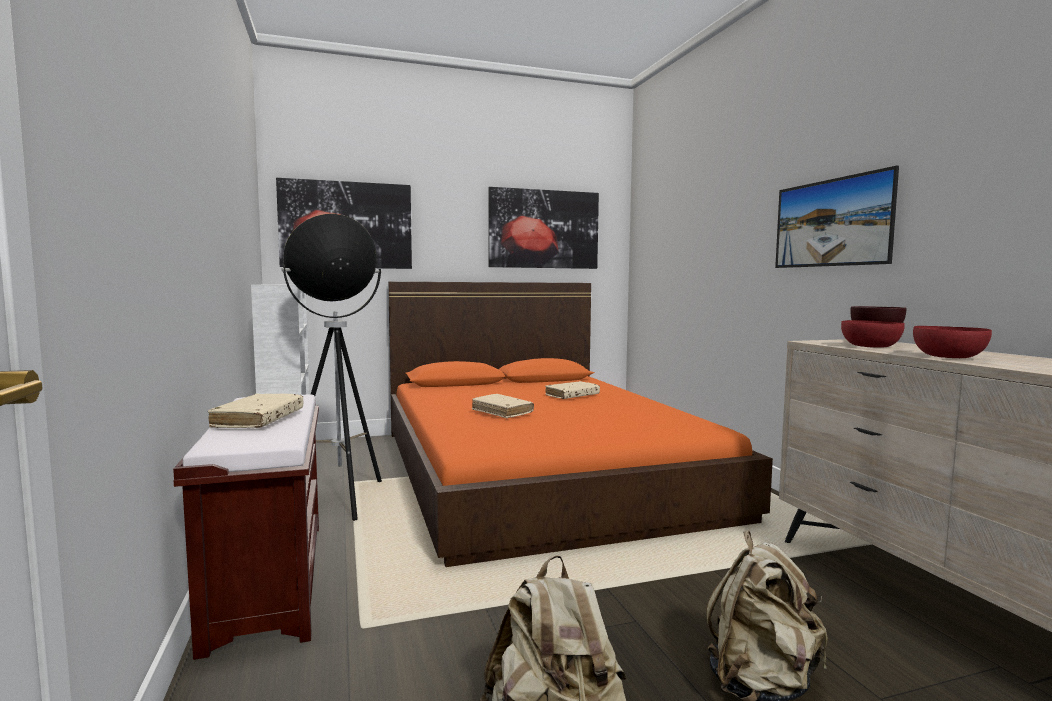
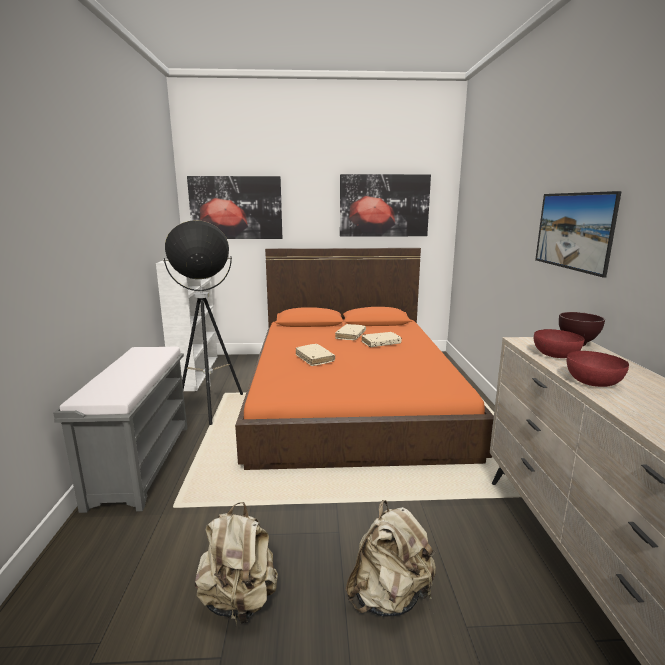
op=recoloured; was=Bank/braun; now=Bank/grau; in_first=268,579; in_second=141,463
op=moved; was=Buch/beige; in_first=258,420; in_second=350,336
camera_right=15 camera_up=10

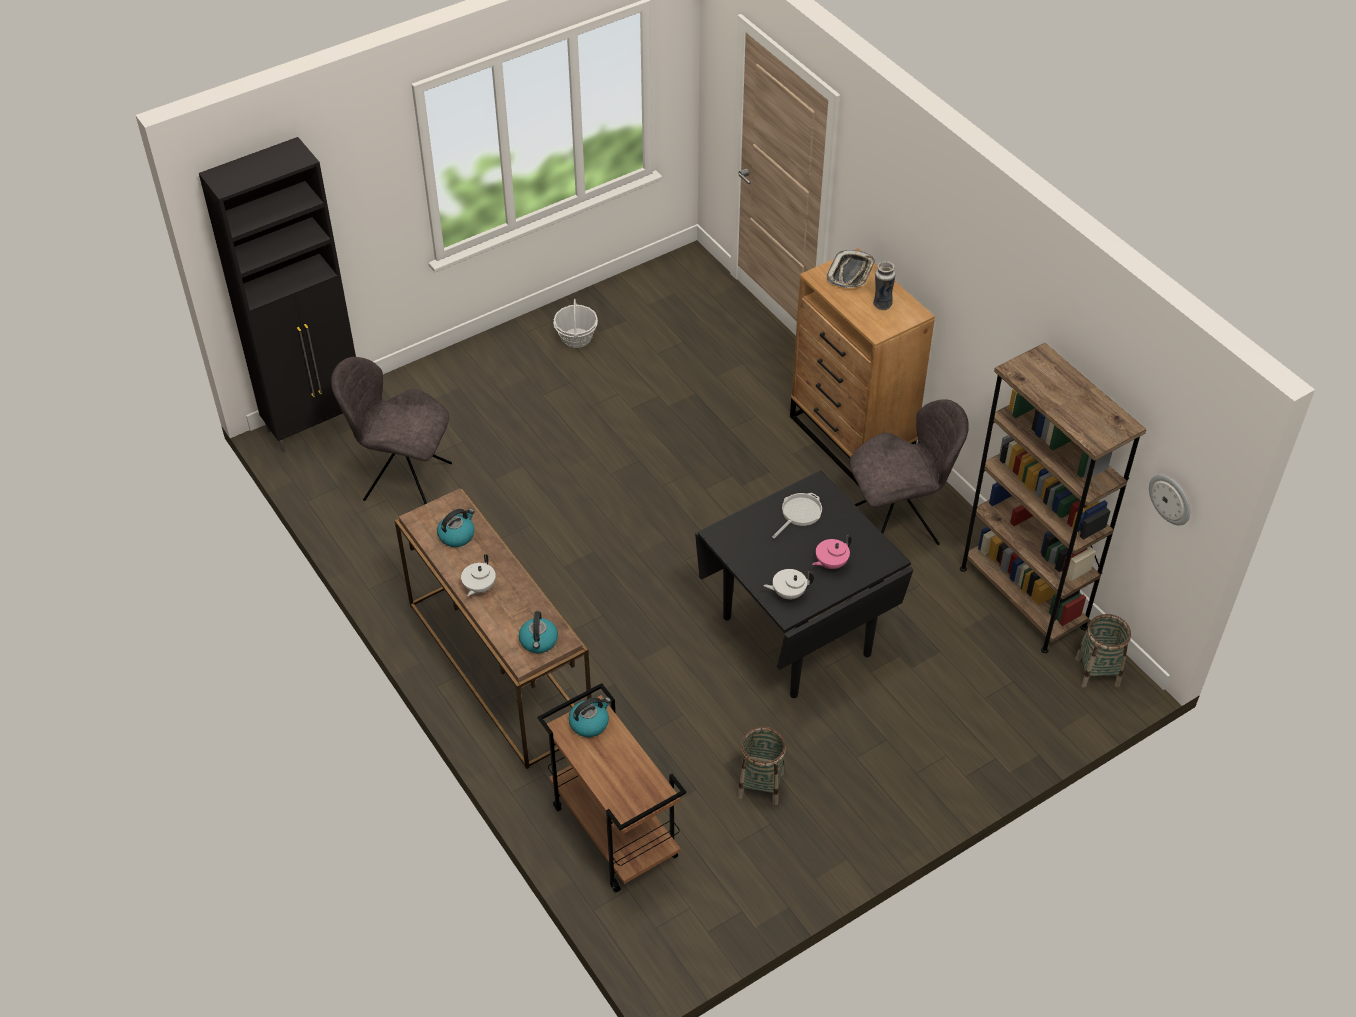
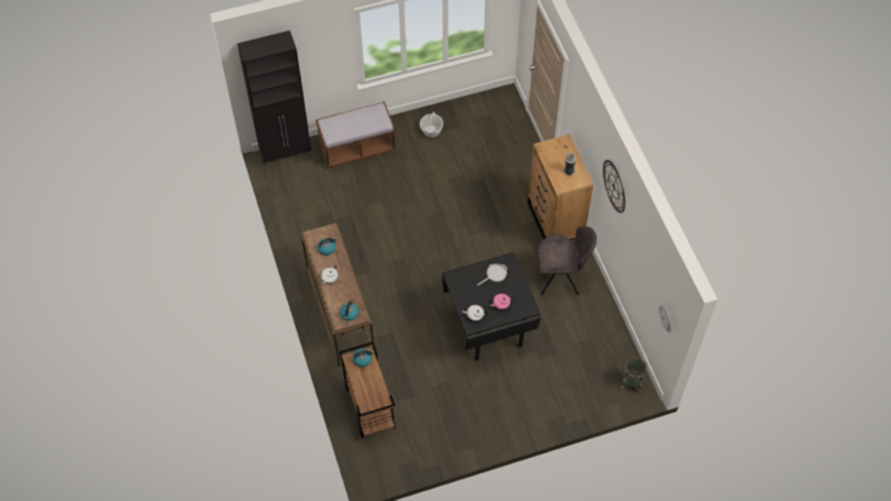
op=added; now=Bank/braun; in_second=357,148
op=added; now=Wanduhr; in_second=614,186
op=removed; was=Stuhl/grau; in_first=404,481
op=removed; was=Korb; in_first=760,785
op=removed; was=Tablett; in_first=851,273
op=removed; was=Bücherregal/braun; in_first=1022,597
camera_right=15 camera_up=10

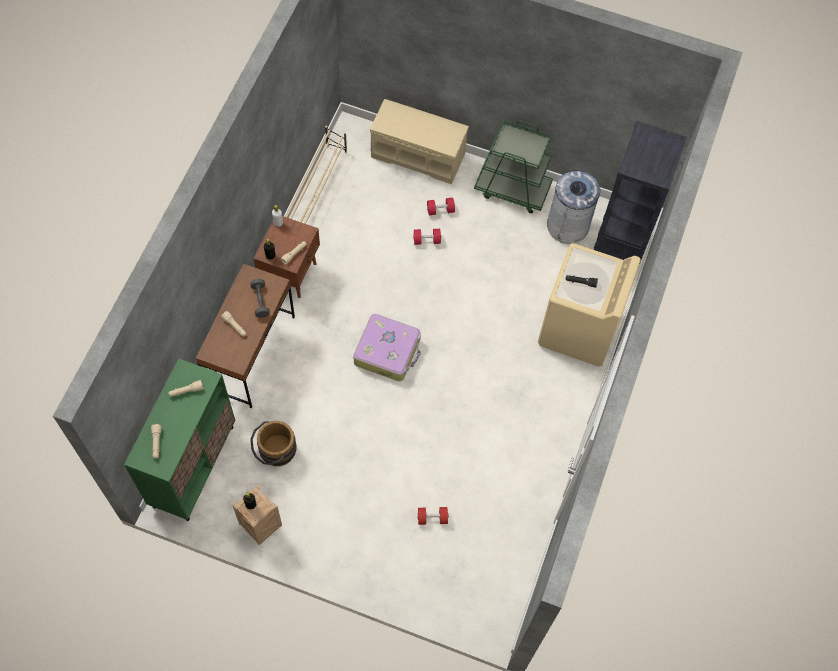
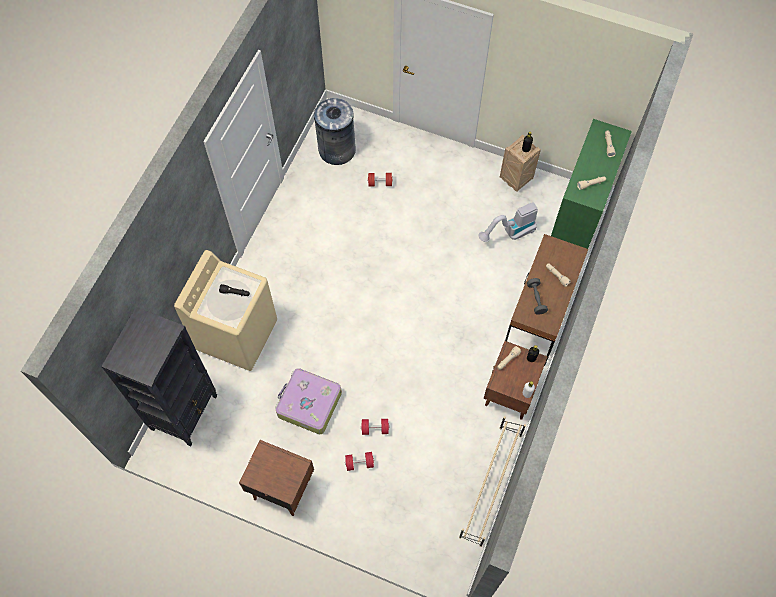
op=replaced; was=Rollwagen/grün; now=Nachttisch/braun; in_first=512,189; in_second=281,488
op=moved; was=Koffer; in_first=388,351; in_second=308,404
op=moved; was=Mülleimer/grau; in_first=568,225; in_second=336,150
op=replaced; was=Eimer/braun; now=Staubsauger; in_first=274,452; in_second=510,233
op=removed; was=Bank/beige; in_first=419,155
camera_right=-175 camera_up=0

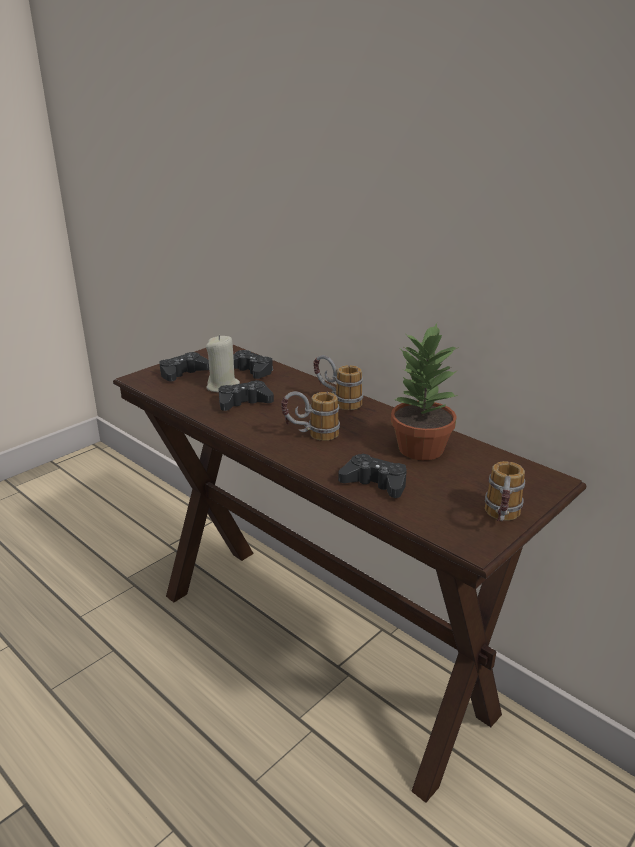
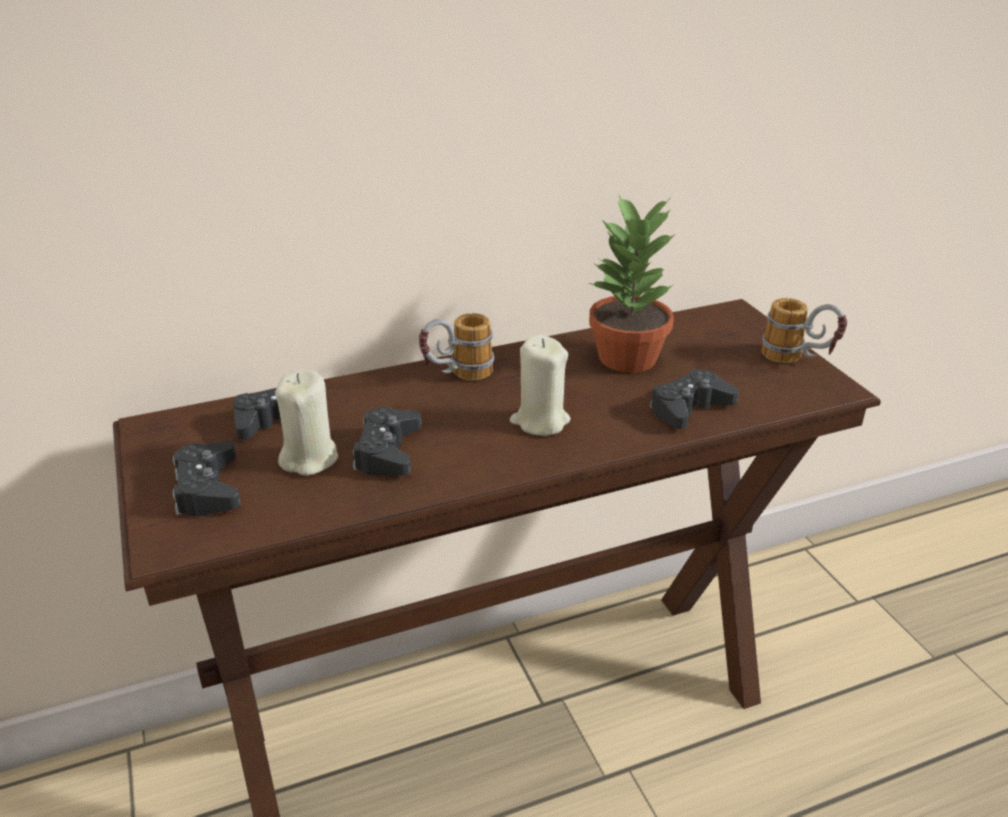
op=replaced; was=Henkelbecher; now=Kerze/beige; in_first=310,436; in_second=540,421
camera_right=-65 camera_up=5

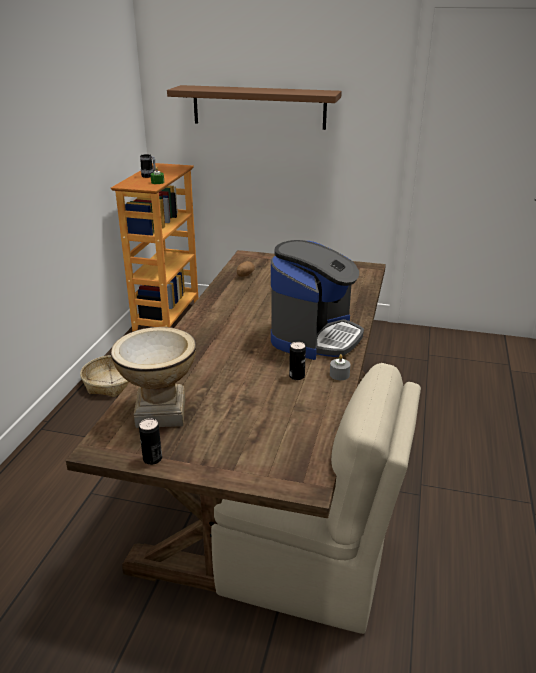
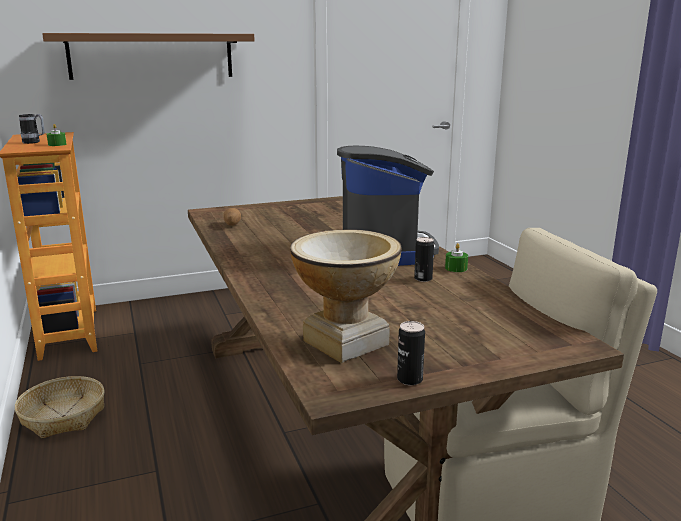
op=recoloured; was=Kerze/grau; now=Kerze/grün; in_first=339,374; in_second=456,268
camera_right=-35 camera_up=-10

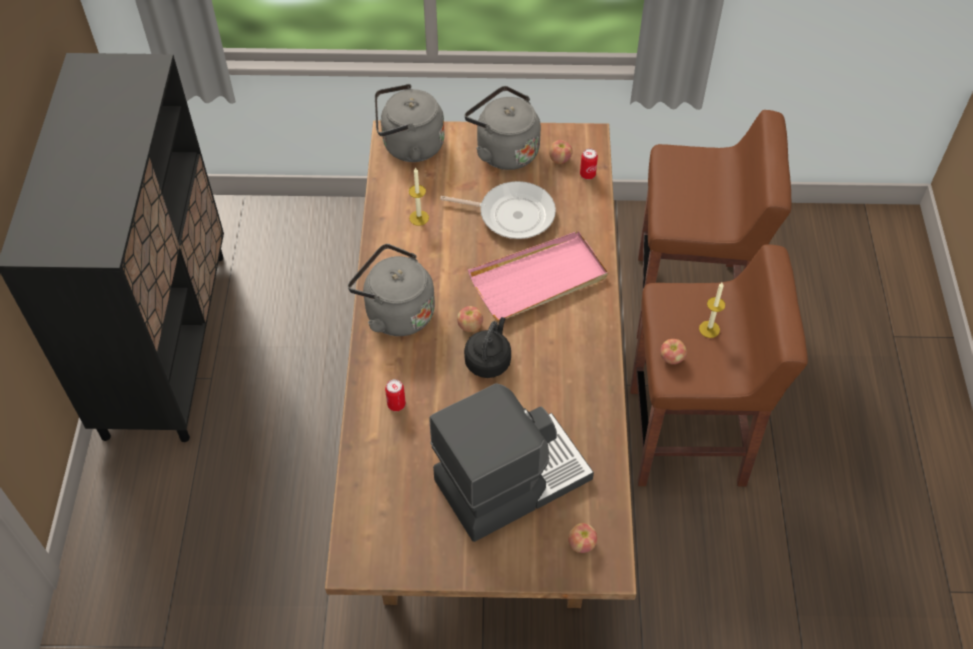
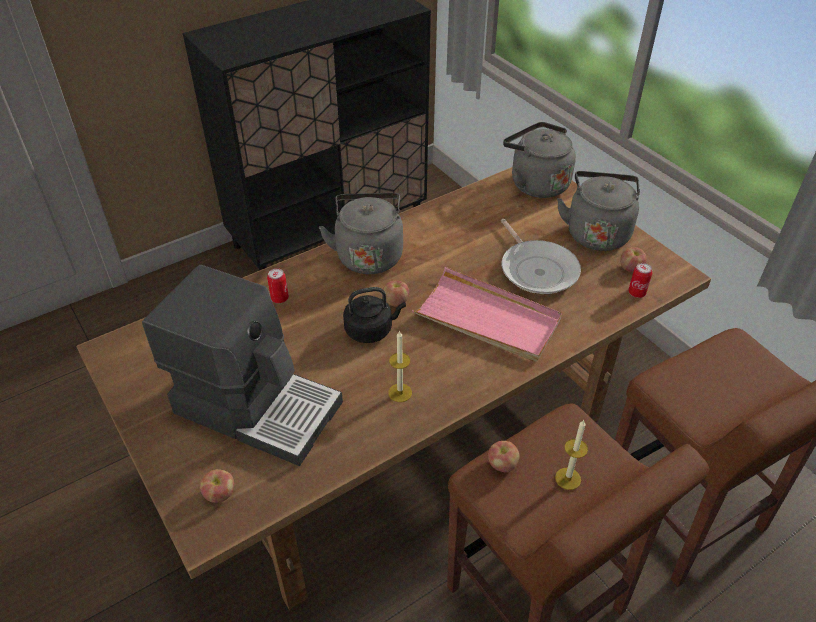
op=moved; was=Kerze; in_first=419,218; in_second=400,392
camera_right=55 camera_up=-10

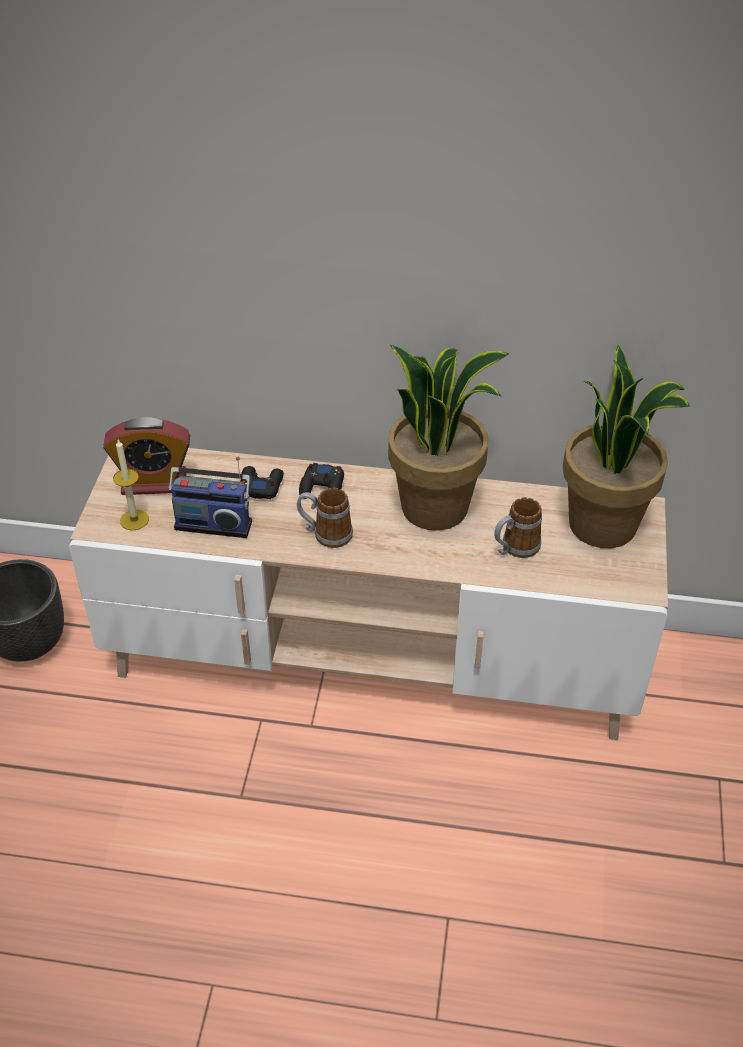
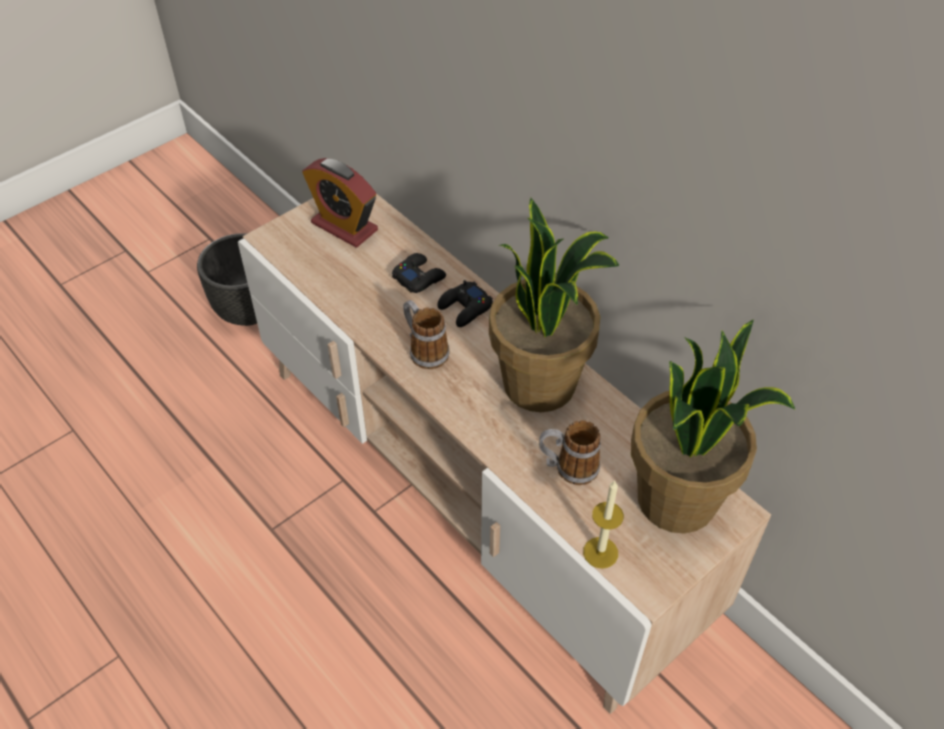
op=moved; was=Kerze; in_first=134,520; in_second=600,552
op=removed; was=Radio; in_first=214,522
camera_right=40 camera_up=5

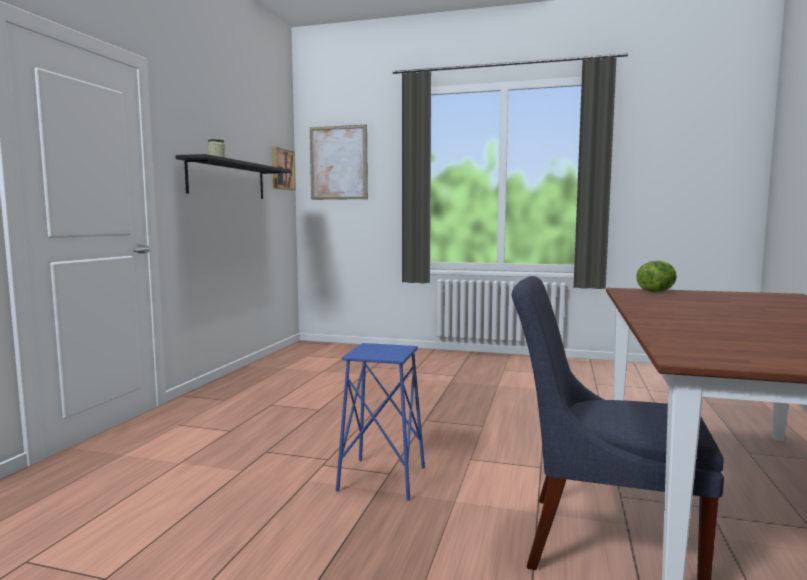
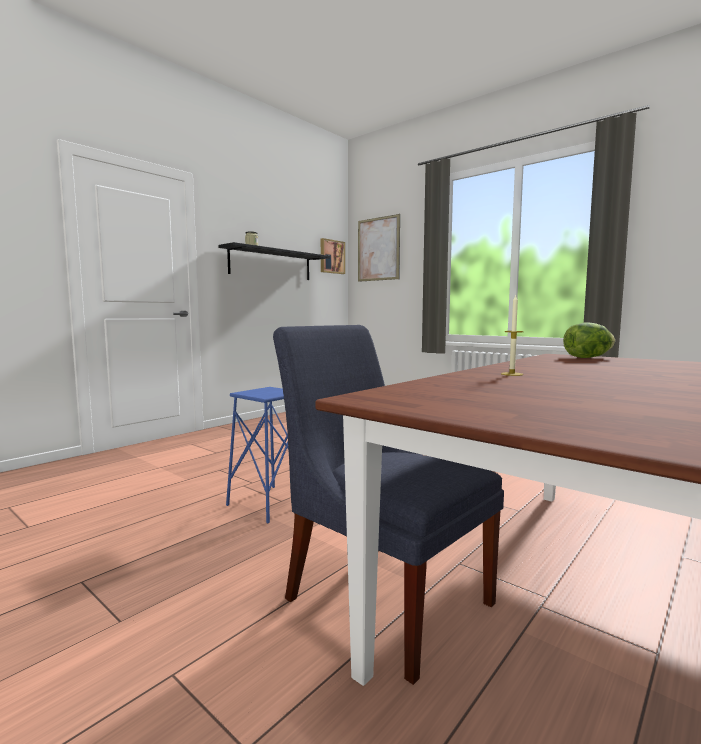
op=added; now=Kerze; in_second=512,374
camera_right=25 camera_up=0

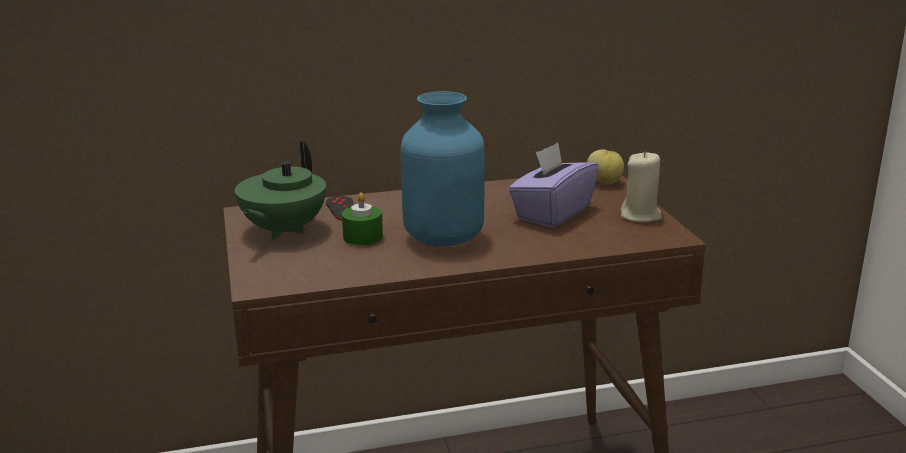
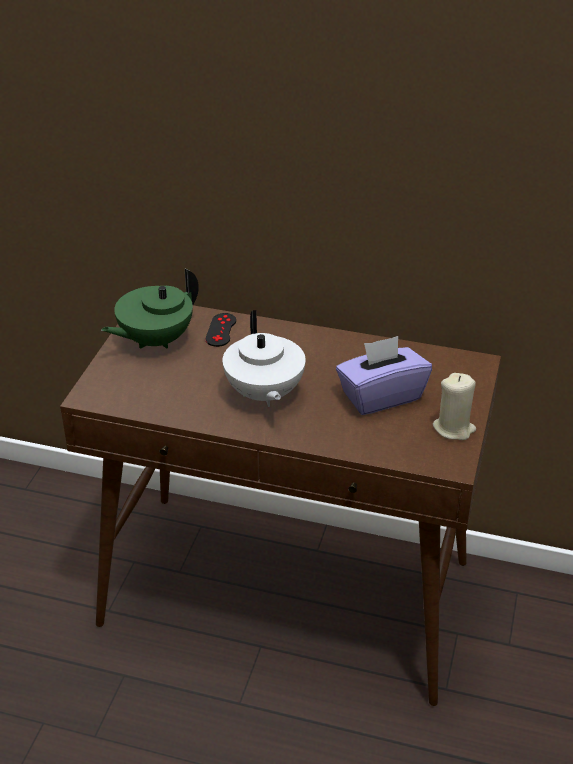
op=replaced; was=Vase/blau; now=Teekanne/weiß; in_first=443,238; in_second=263,394
op=removed; was=Kerze/grün; in_first=363,237
op=removed; was=Apfel; in_first=604,182
camera_right=30 camera_up=15

